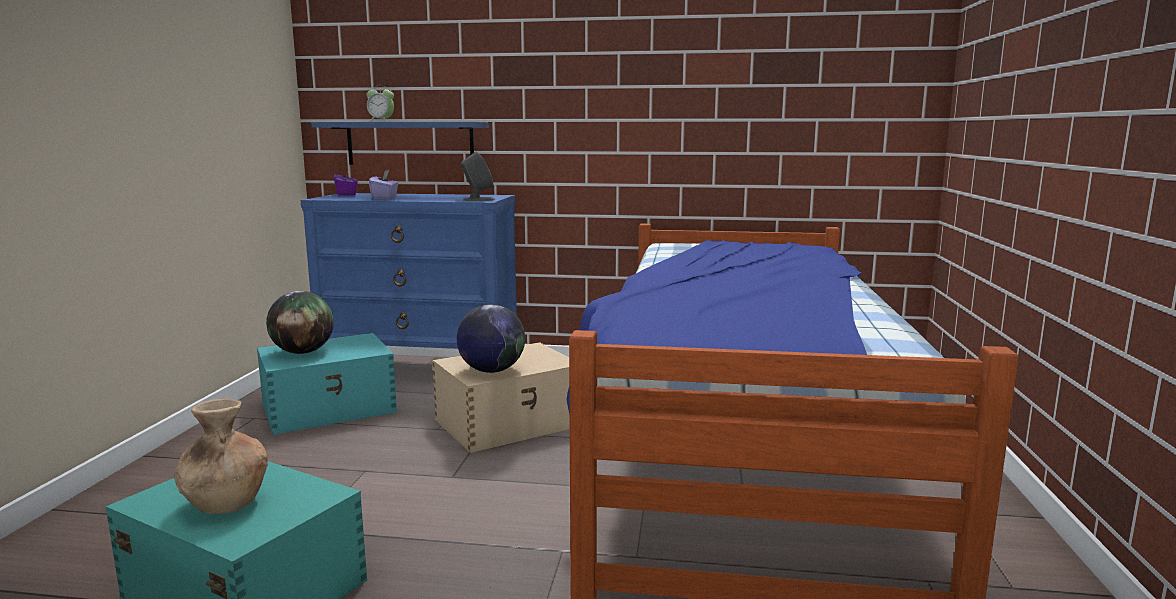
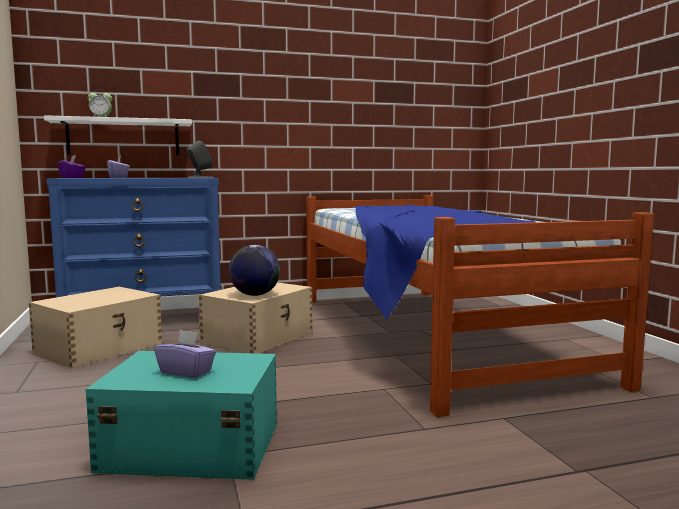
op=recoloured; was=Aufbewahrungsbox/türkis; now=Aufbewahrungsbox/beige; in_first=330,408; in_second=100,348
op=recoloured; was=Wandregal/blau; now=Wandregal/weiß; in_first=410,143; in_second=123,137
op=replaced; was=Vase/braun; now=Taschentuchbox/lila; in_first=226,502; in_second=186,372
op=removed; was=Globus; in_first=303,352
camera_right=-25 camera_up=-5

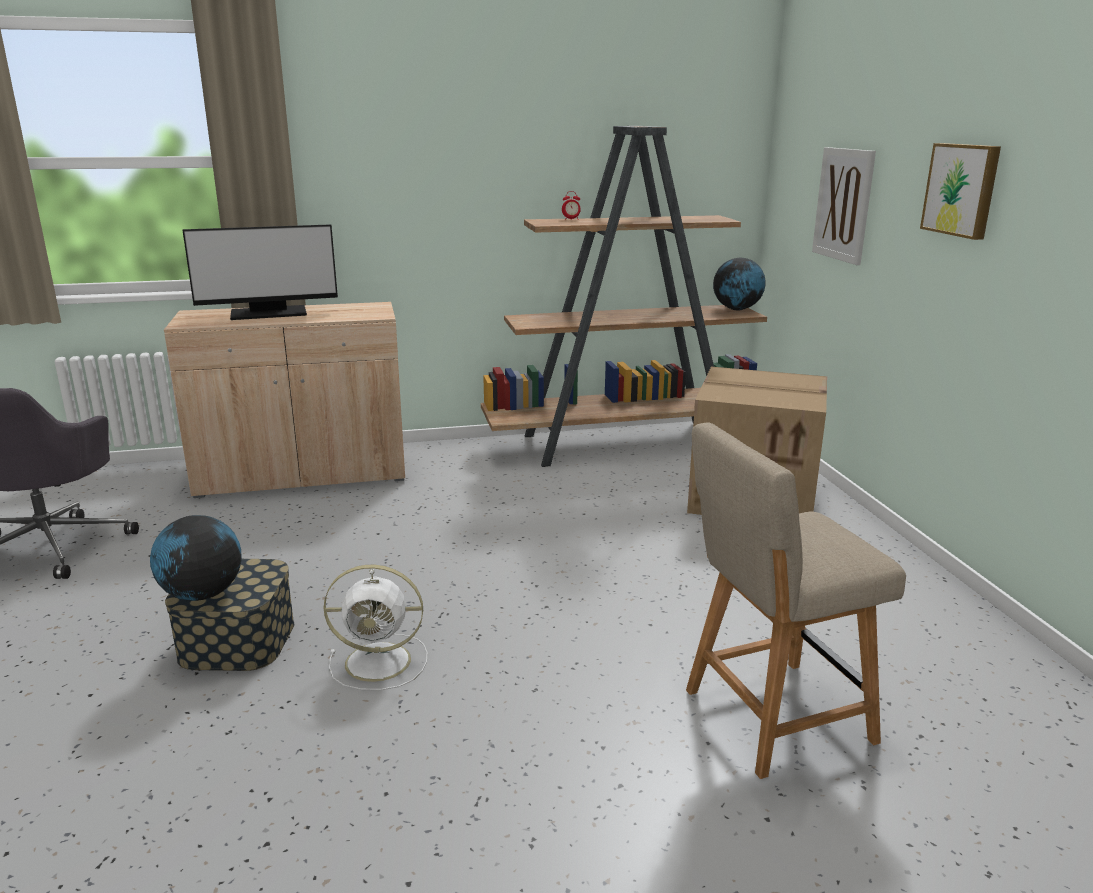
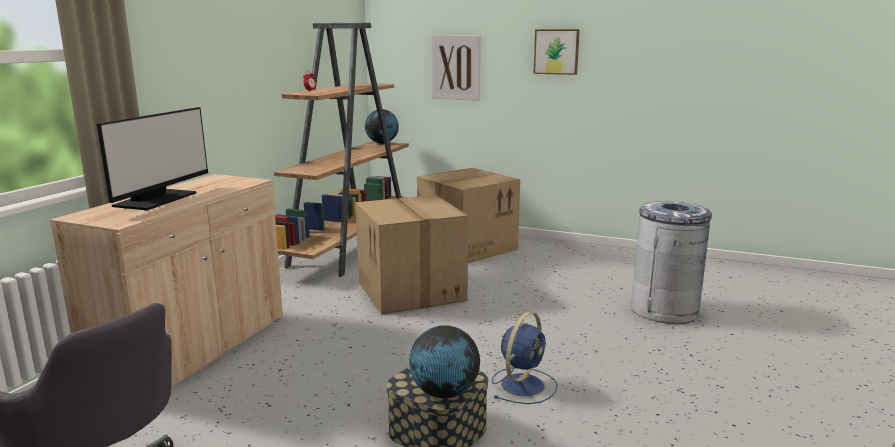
op=added; now=Karton; in_second=412,291
op=recoloured; was=Ventilator/weiß; now=Ventilator/blau; in_first=381,662; in_second=523,385
op=replaced; was=Stuhl/beige; now=Mülleimer/grau; in_first=770,718; in_second=664,310
camera_right=-55 camera_up=-5

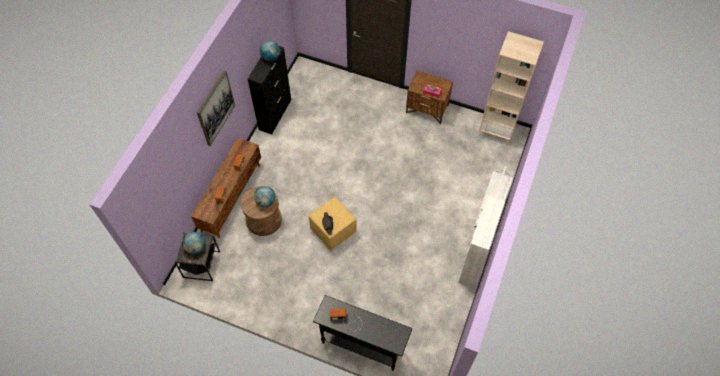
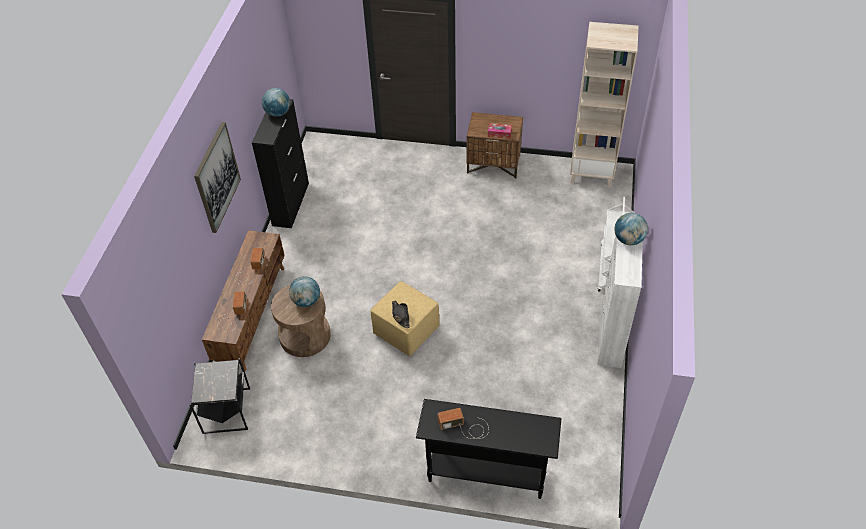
op=moved; was=Globus; in_first=195,247; in_second=628,240
camera_right=-10 camera_up=-10

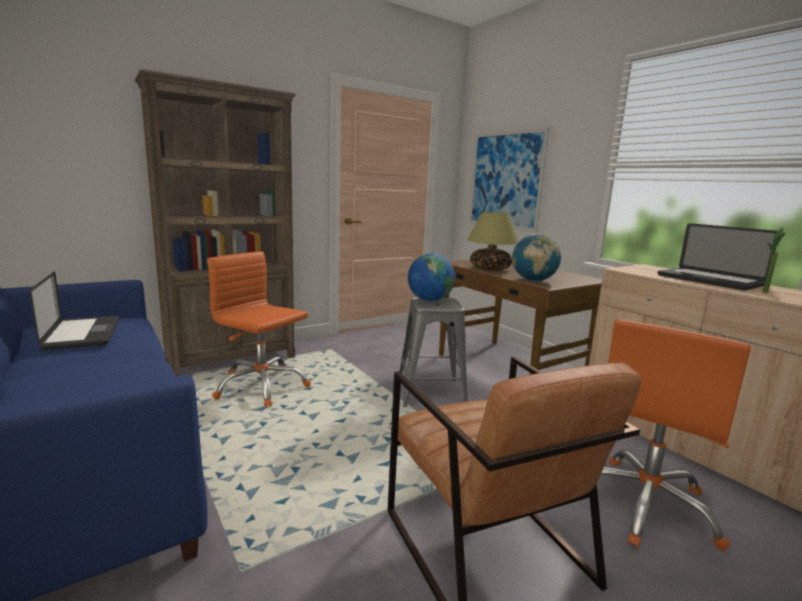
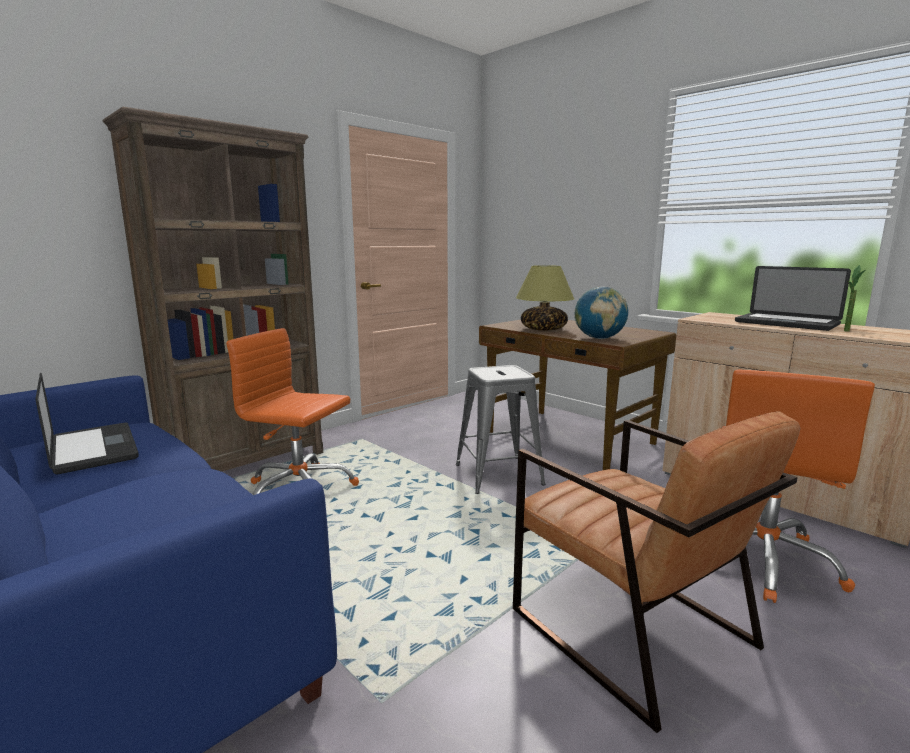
op=removed; was=Globus; in_first=429,300
op=removed; was=Bild; in_first=505,180
camera_right=-10 camera_up=0

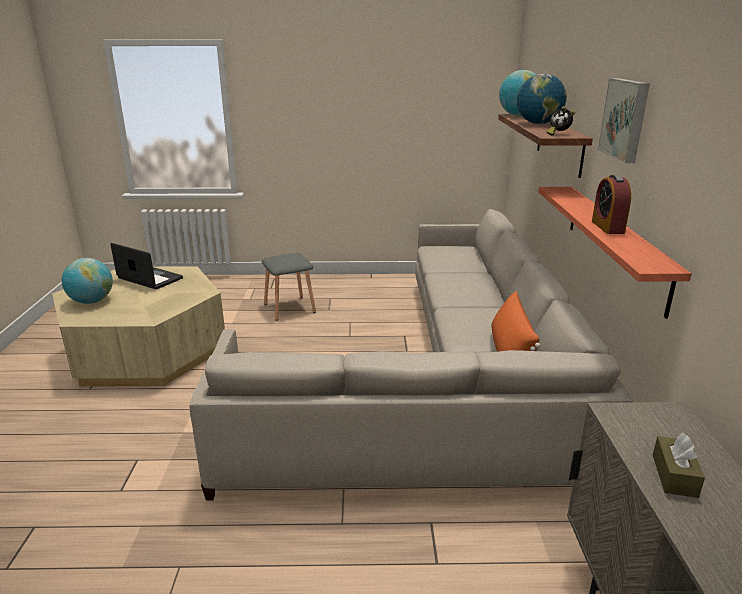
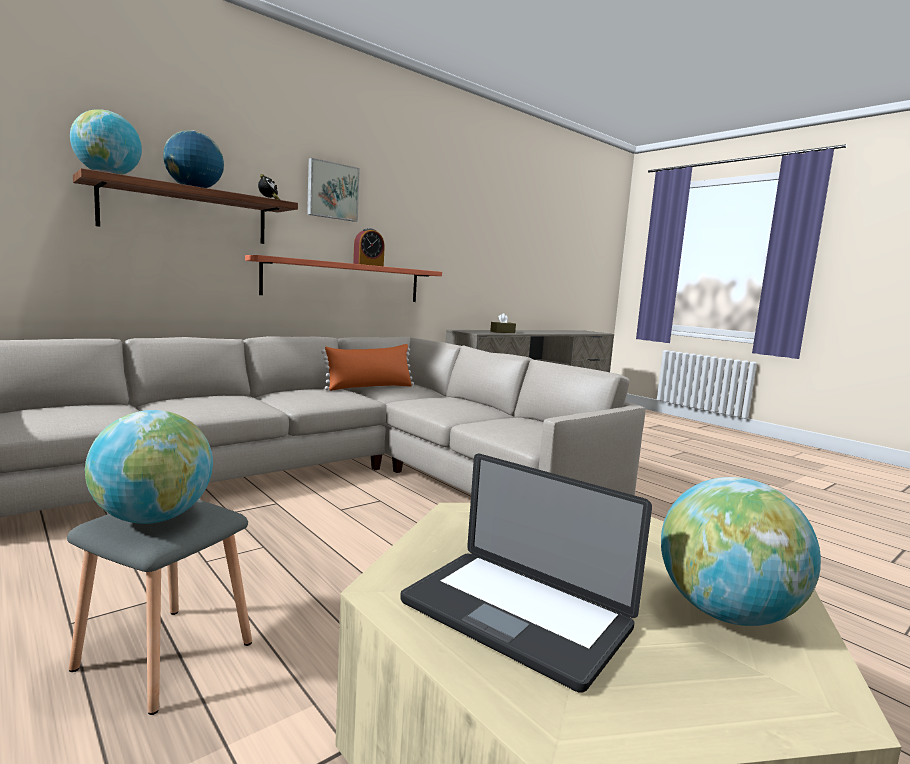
op=added; now=Globus; in_second=152,518
op=turned; was=Laptop; in_first=150,278; in_second=515,616; clockwise=-45
camera_right=-130 camera_up=-15

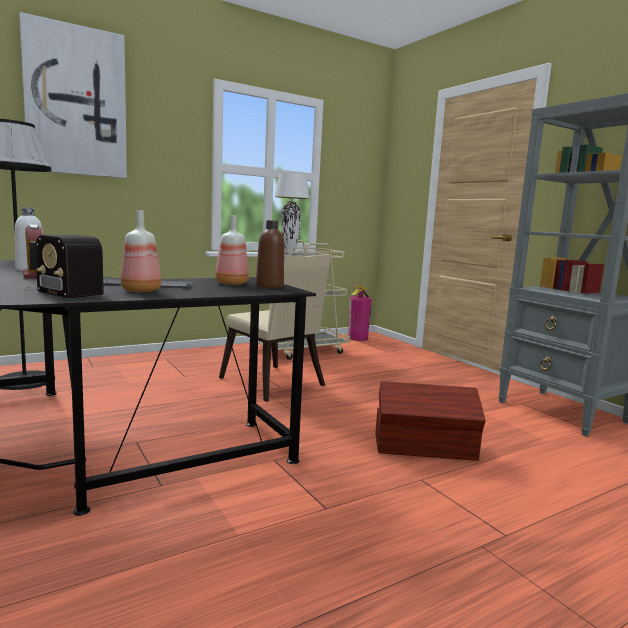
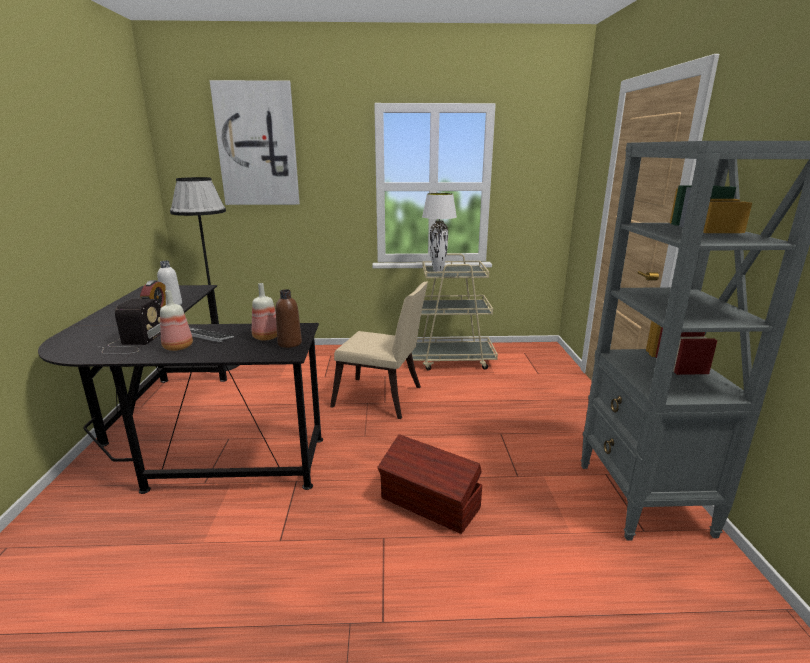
op=turned; was=Radio; in_first=63,290; in_second=133,343; clockwise=-150
op=turned; was=Stuhl/beige; in_first=274,385; in_second=382,399; clockwise=-60
op=removed; was=Feuerlöscher; in_first=358,338
camera_right=30 camera_up=10

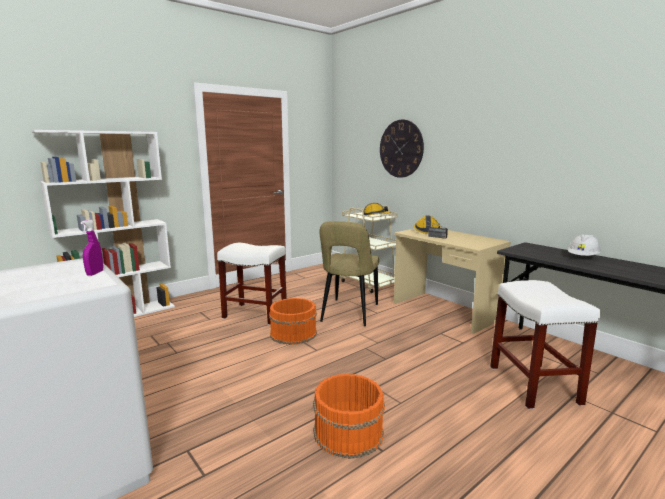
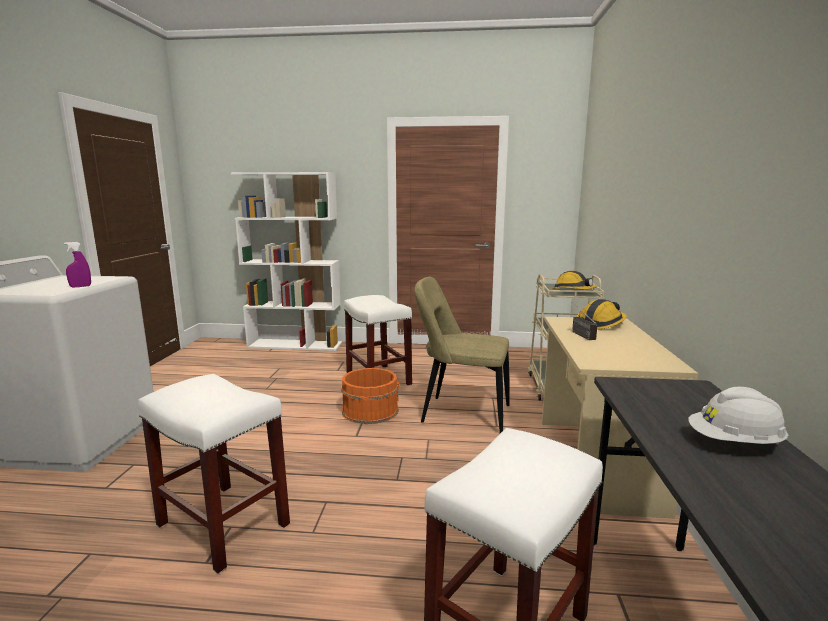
op=replaced; was=Eimer/orange; now=Hocker/weiß; in_first=347,432; in_second=221,525
op=turned; was=Stuhl/beige; in_first=348,314; in_second=461,414; clockwise=45
op=removed; was=Wanduhr; in_first=401,149
camera_right=45 camera_up=0

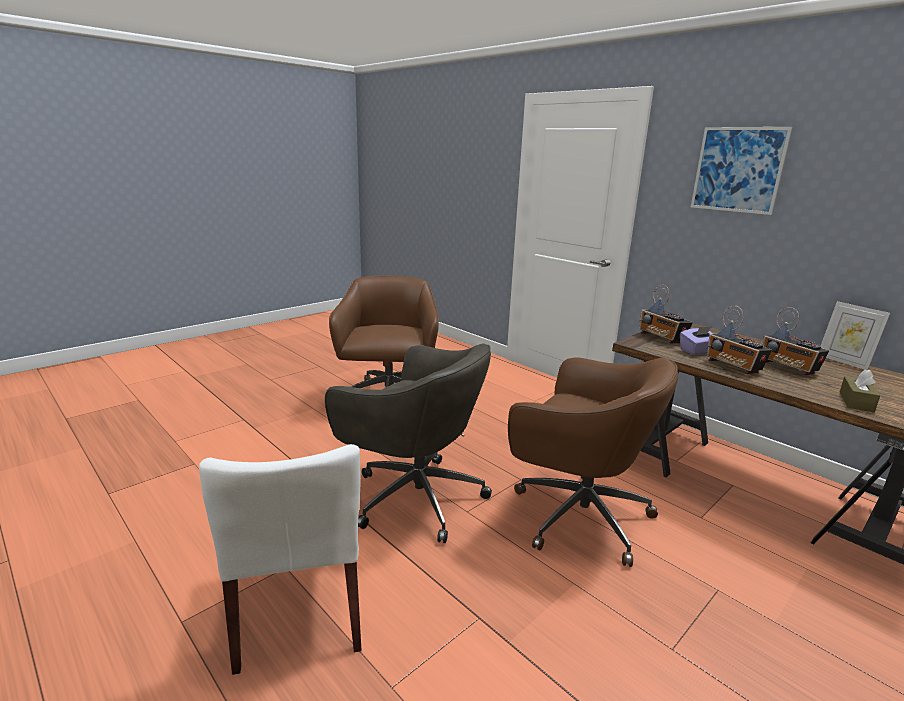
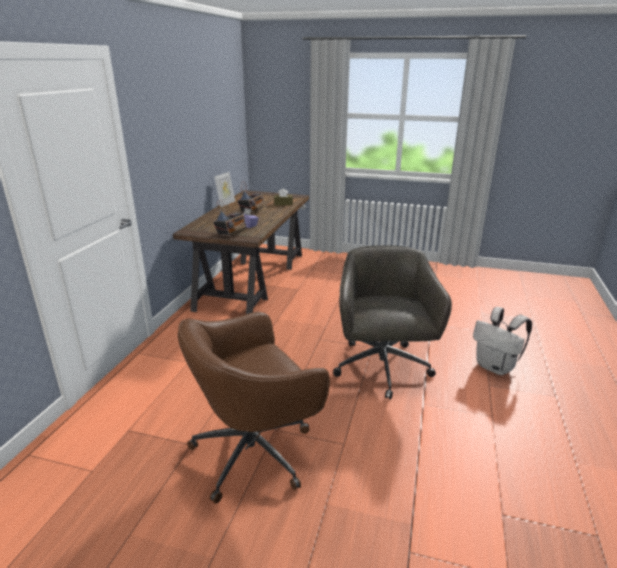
op=replaced; was=Stuhl/weiß; now=Rucksack/weiß; in_first=300,607; in_second=495,367
op=removed; was=Bürostuhl/braun; in_first=577,514
op=removed; was=Bild; in_first=738,170
op=removed; was=Radio; in_first=733,367
camera_right=-120 camera_up=5

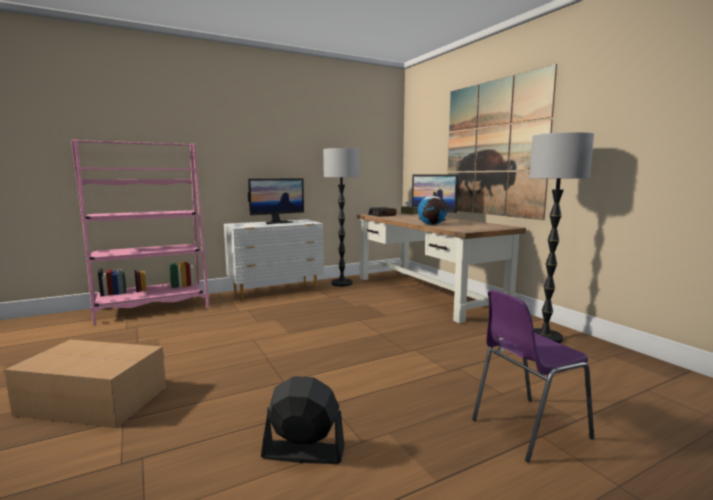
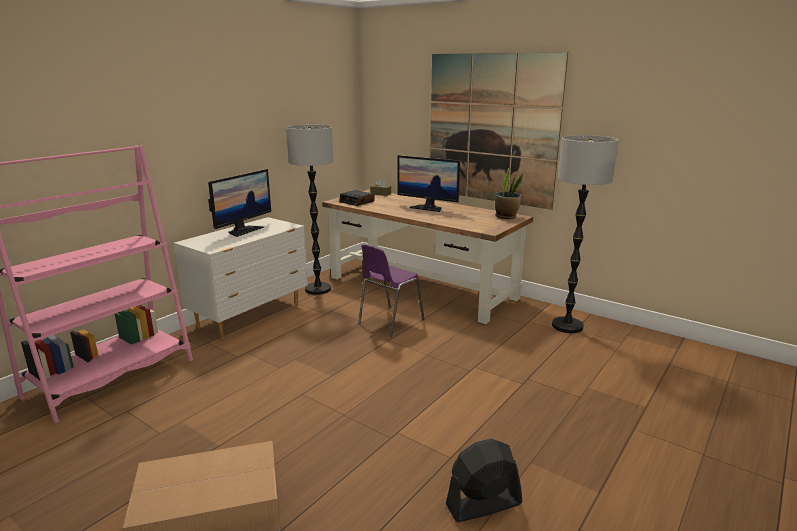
op=moved; was=Stuhl/lila; in_first=527,429; in_second=389,322
op=added; now=Topfpflanze; in_second=506,216
op=removed; was=Globus; in_first=432,224
camera_right=-25 camera_up=10

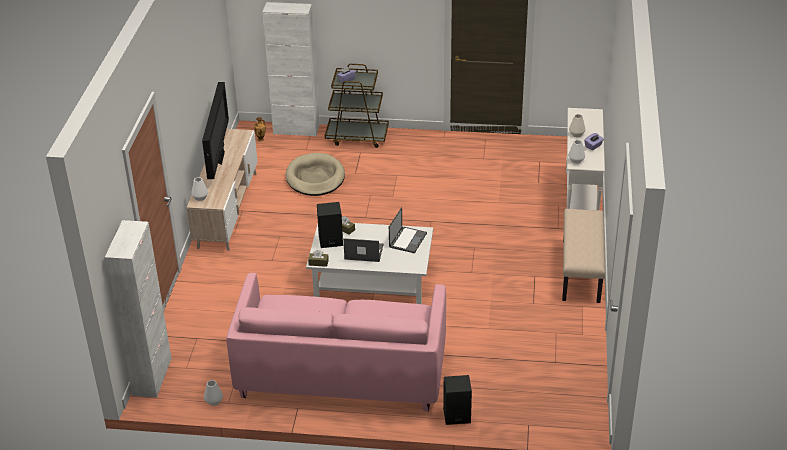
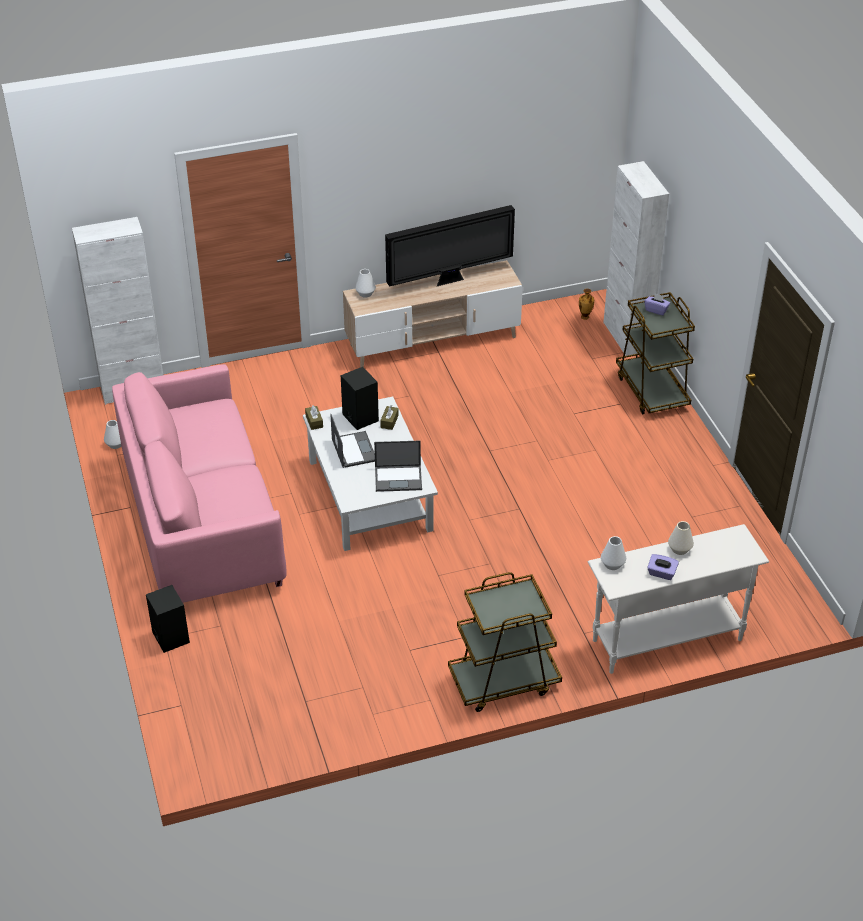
op=replaced; was=Bank/beige; now=Rollwagen/braun; in_first=581,271; in_second=503,681
op=removed; was=Hundebett/beige; in_first=315,178
camera_right=65 camera_up=5

